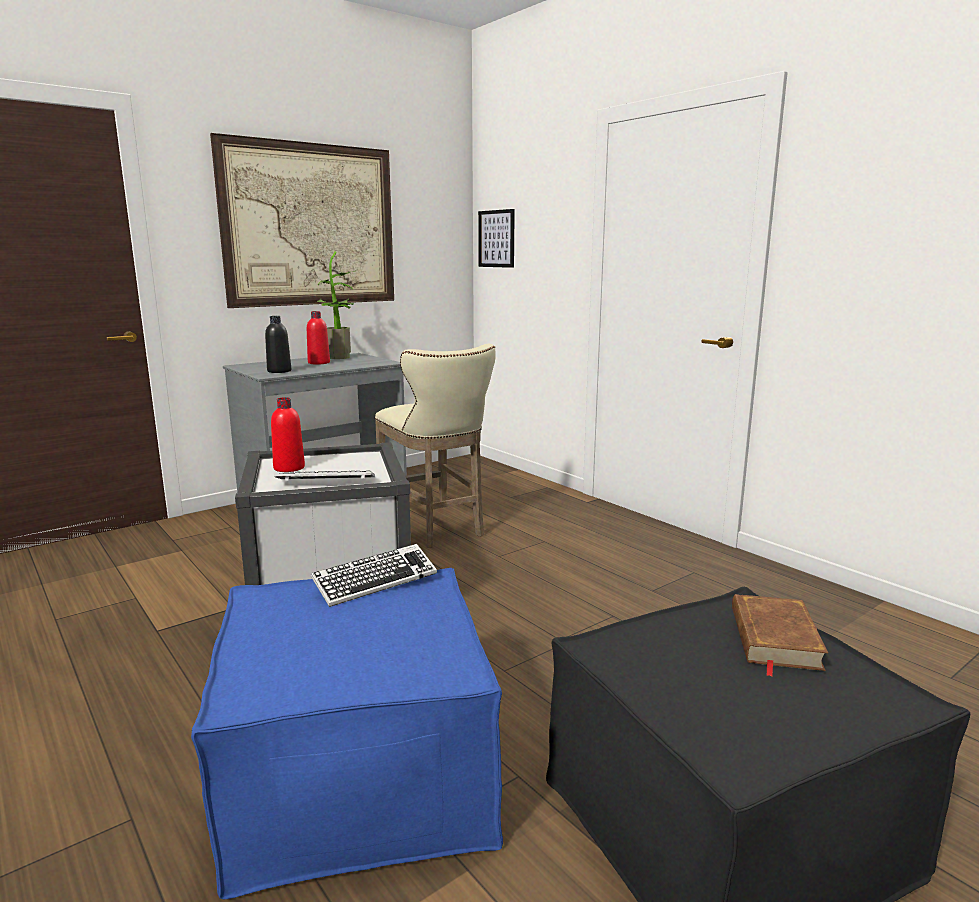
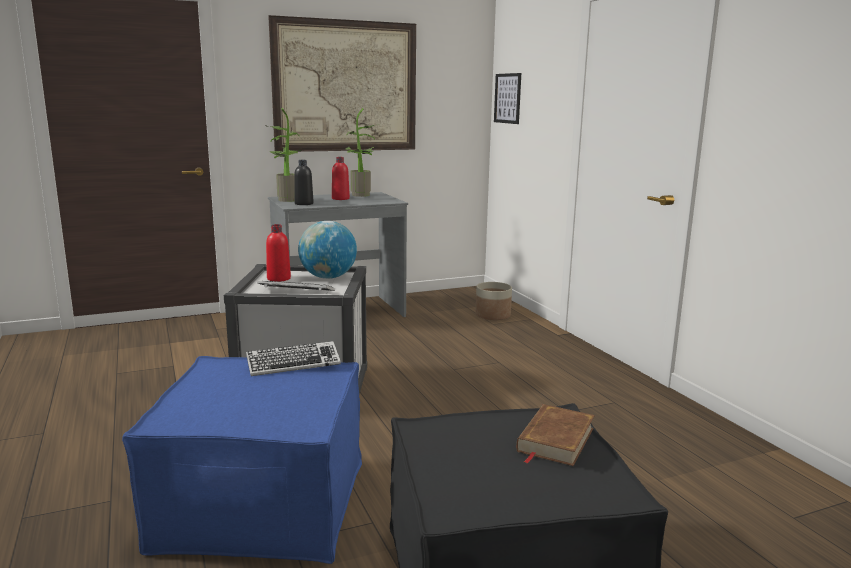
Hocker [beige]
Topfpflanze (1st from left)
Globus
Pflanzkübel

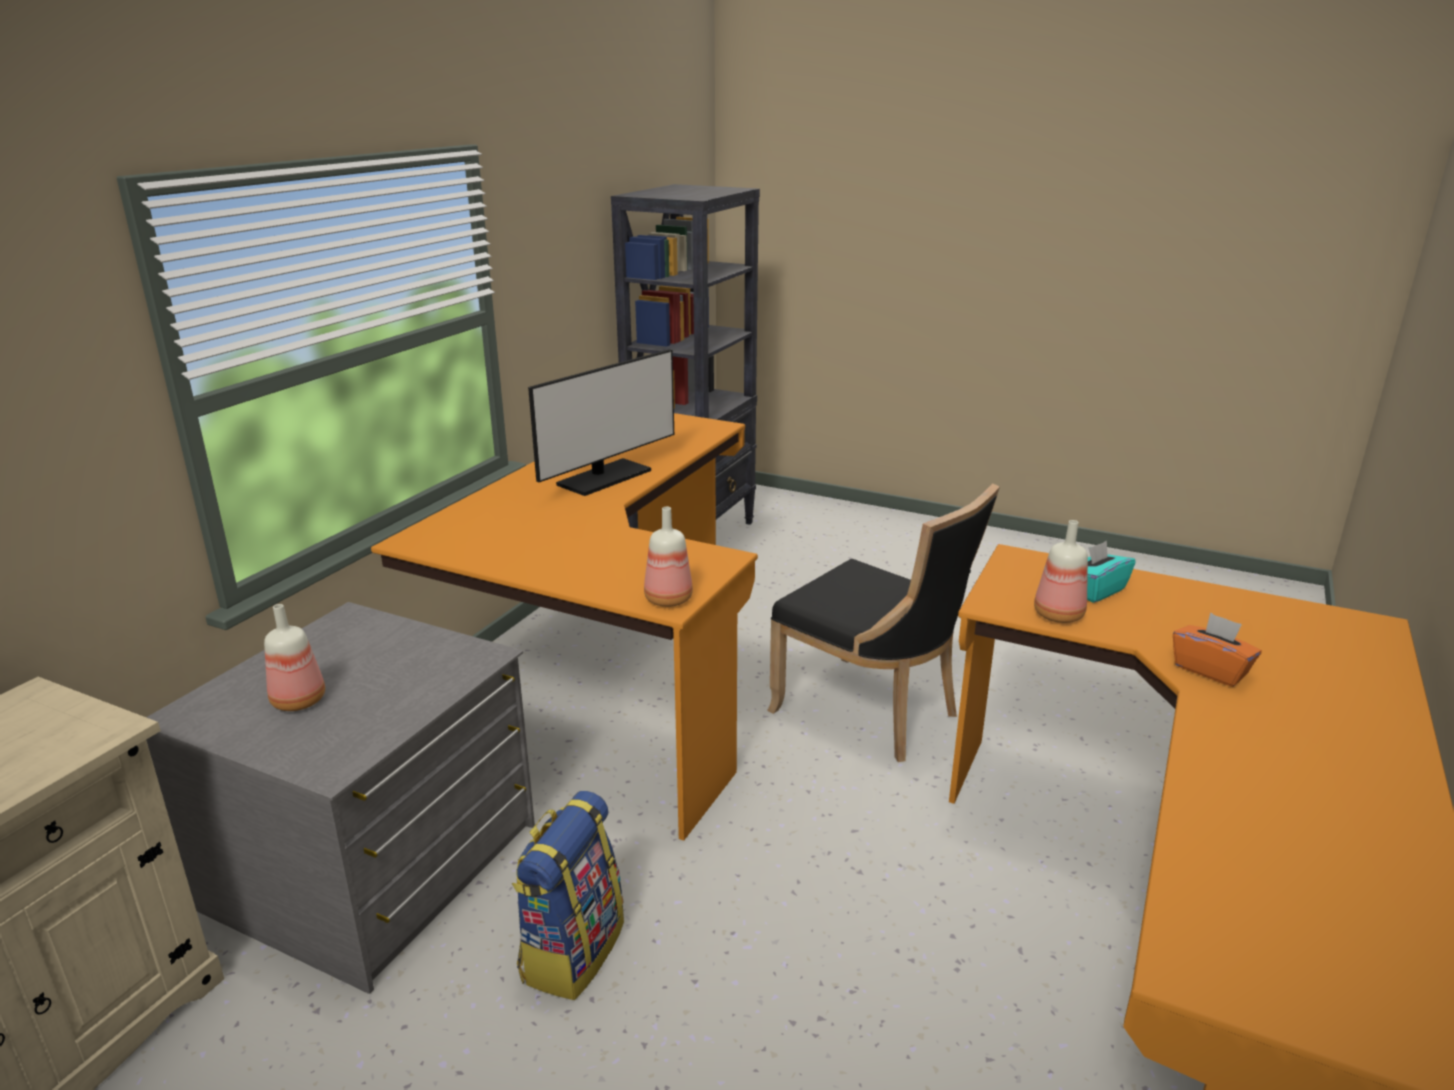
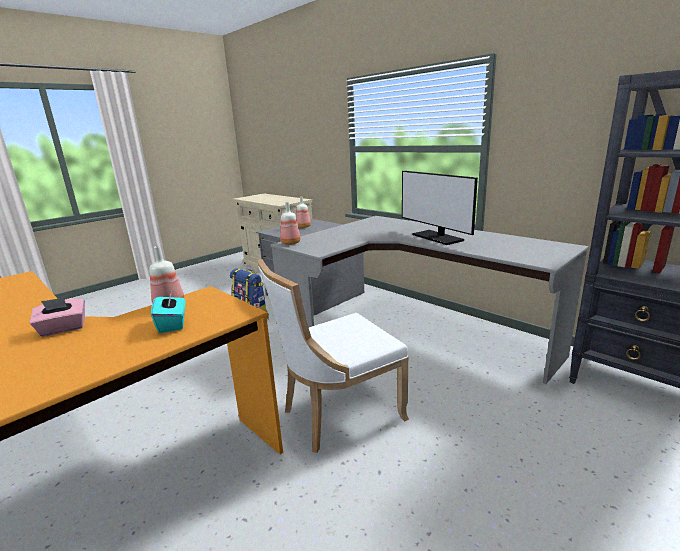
Schreibtisch [grau]
Stuhl [weiß]
Taschentuchbox [rosa]

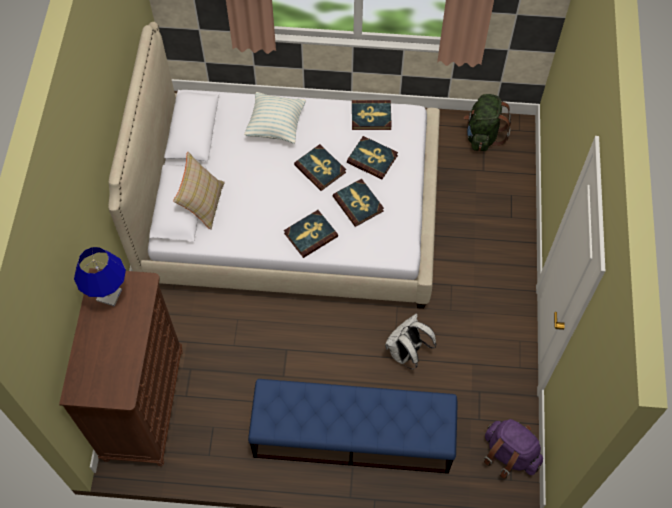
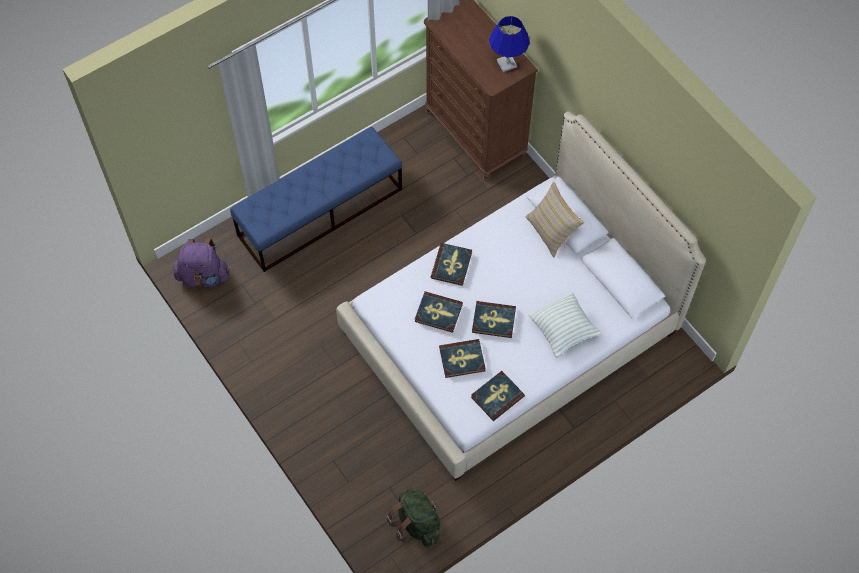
Rucksack [weiß]

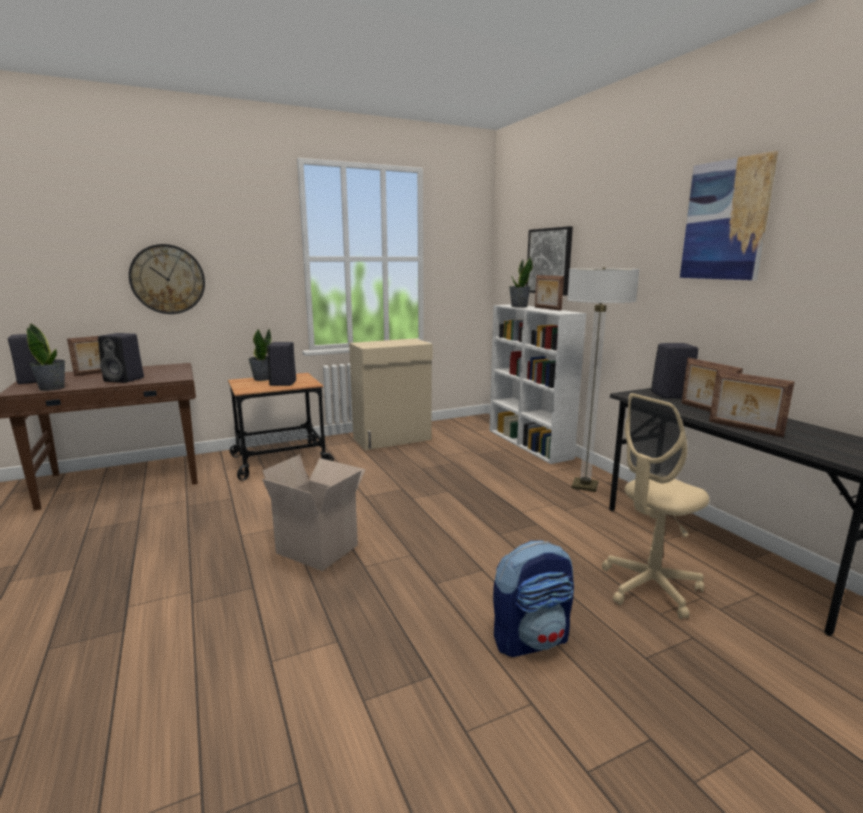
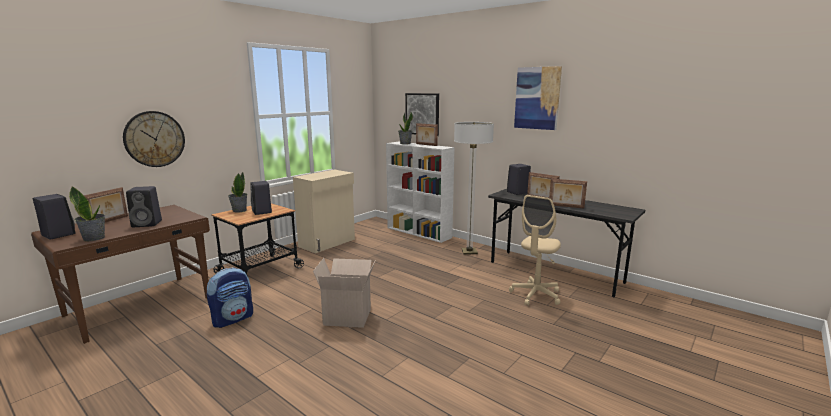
Rucksack

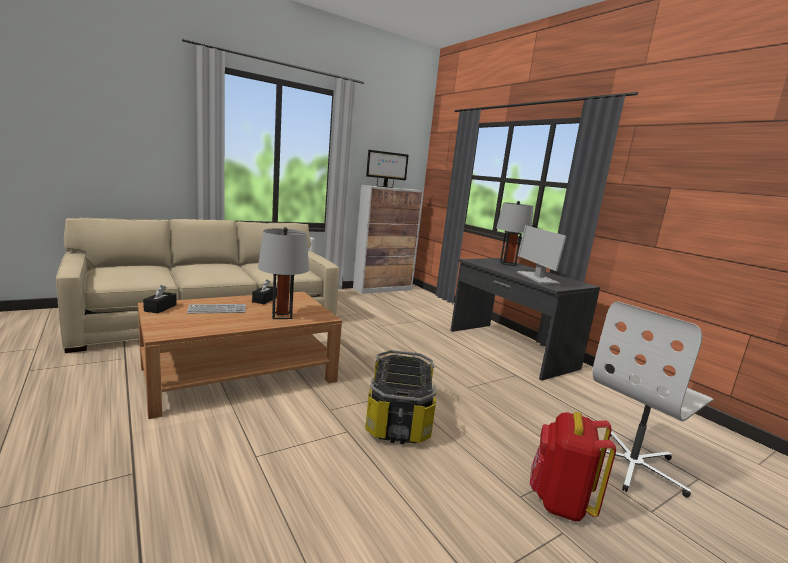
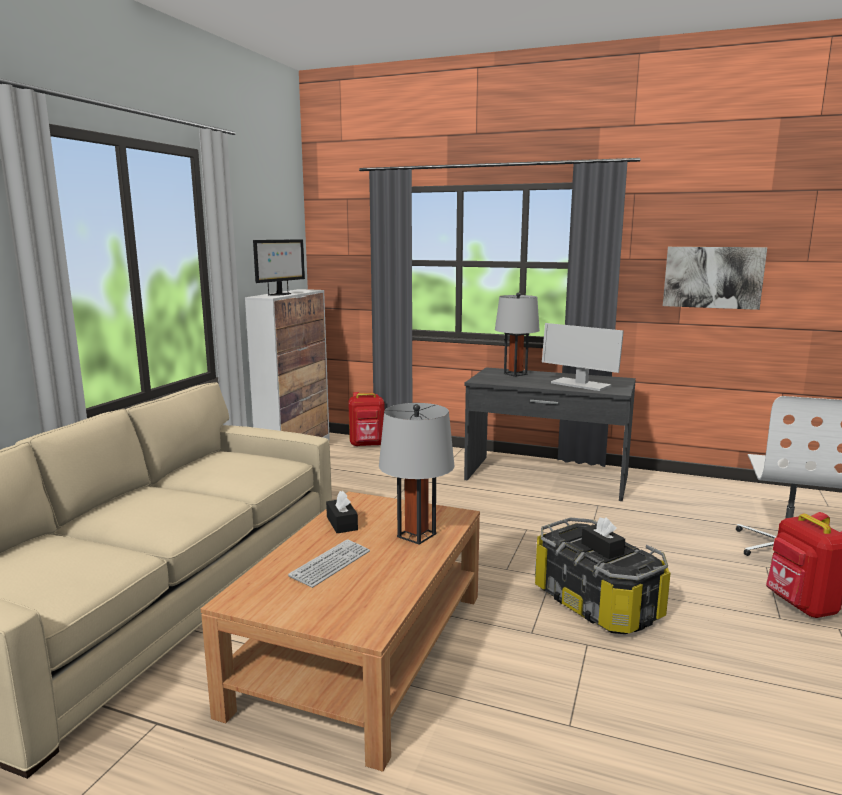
Rucksack [rot] (1st from left)
Bild
Taschentuchbox [schwarz] (2nd from left)

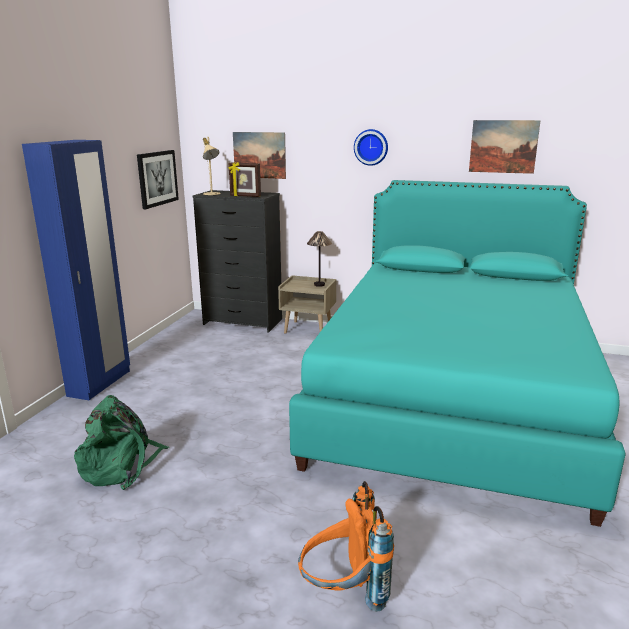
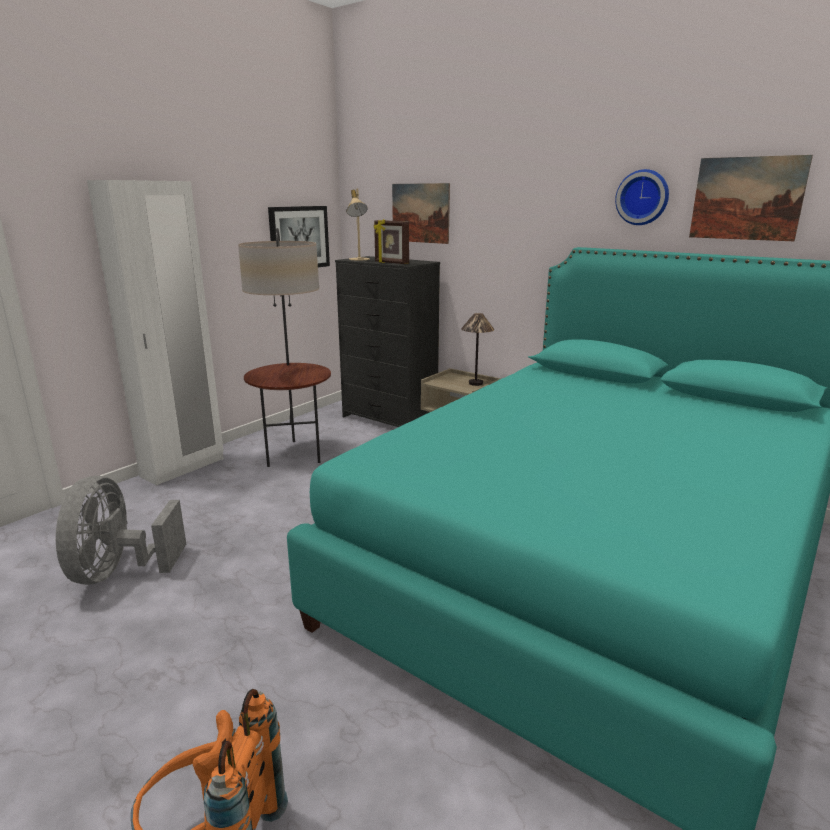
Stehlampe
Wanduhr
Ventilator [grau]
Kleiderschrank [weiß]

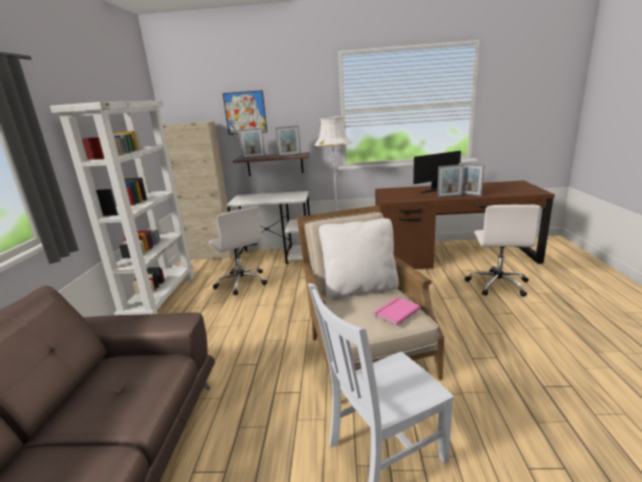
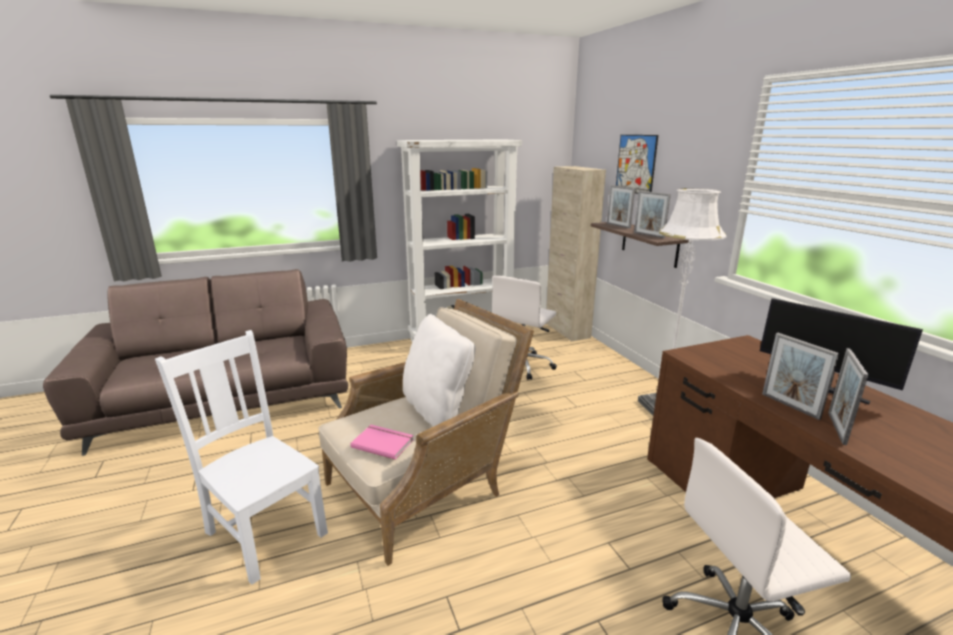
Schreibtisch [weiß]

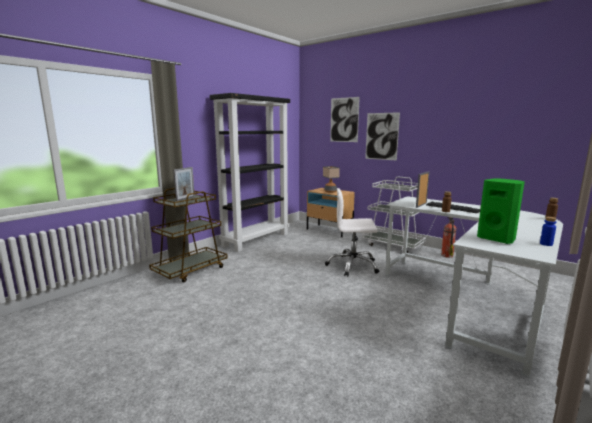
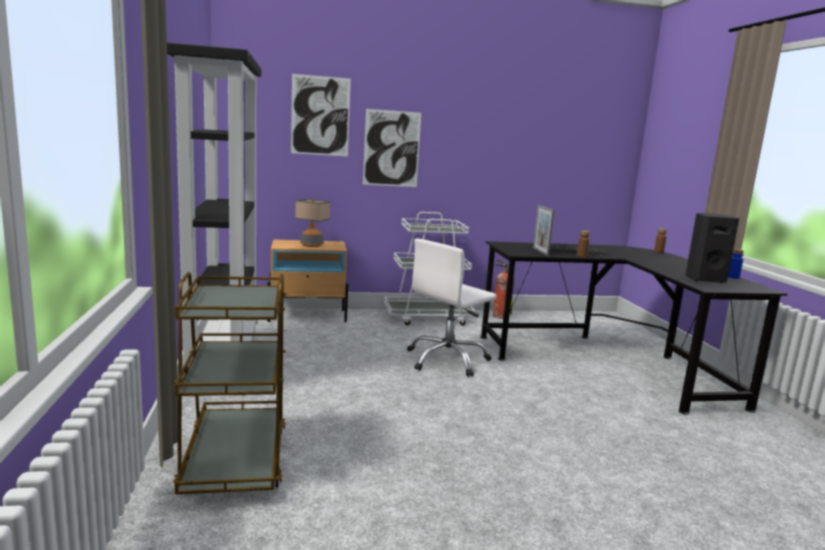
Bilderrahmen (1st from left in the first image)
Schreibtisch [schwarz]
Lautsprecher [schwarz]

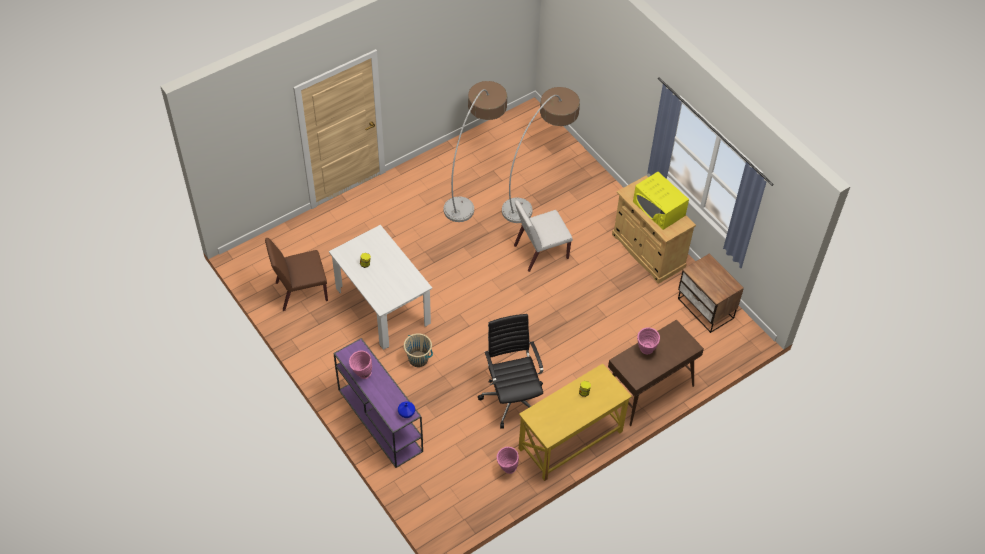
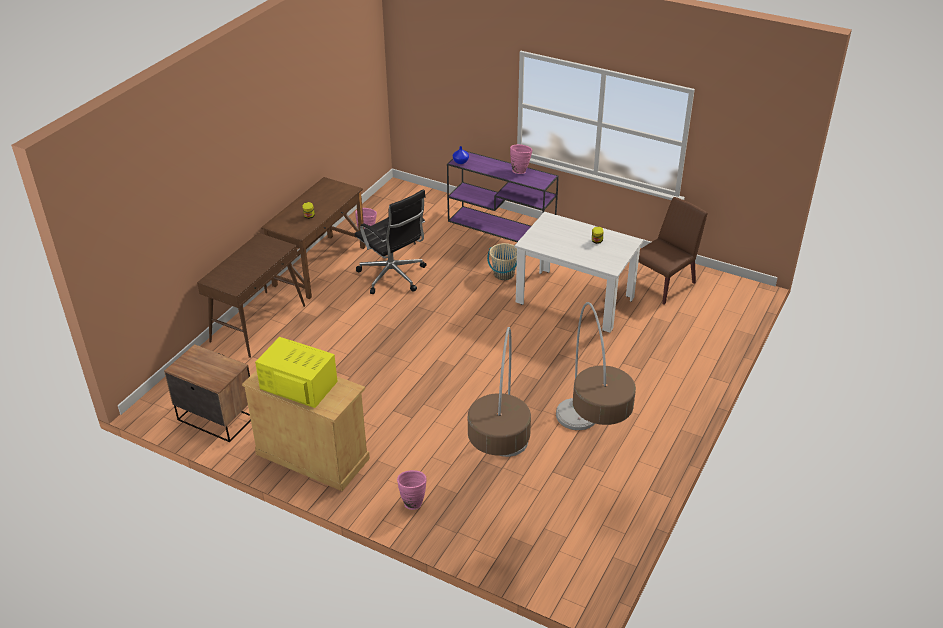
Stuhl [weiß]
Vase [rosa] (2nd from left)
Schreibtisch [braun]

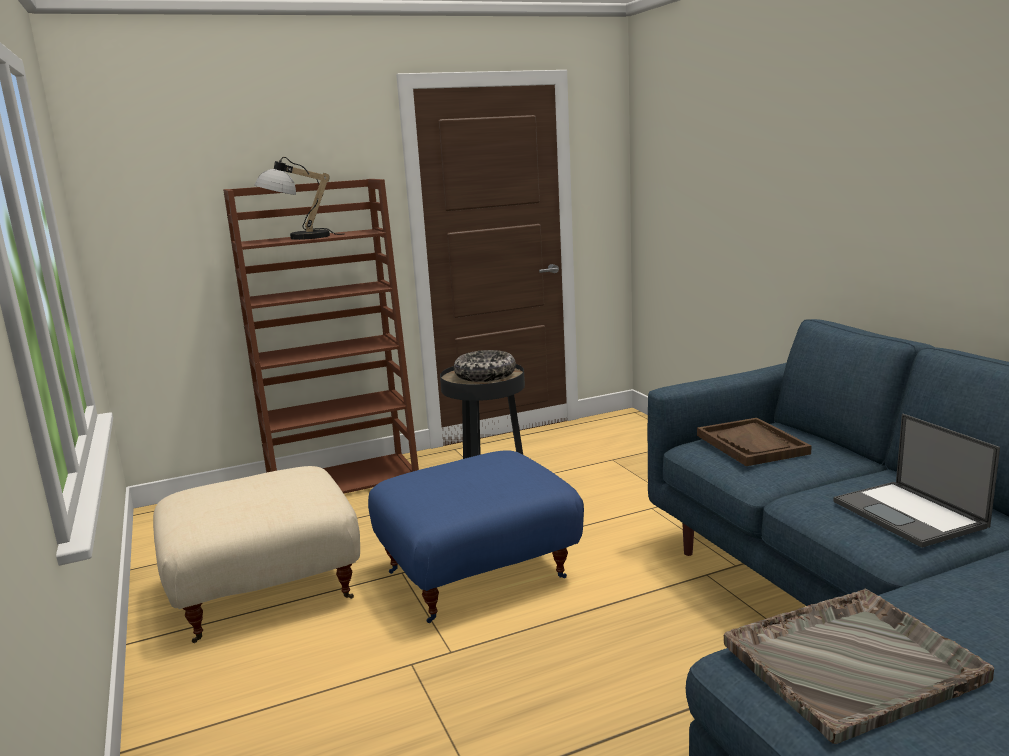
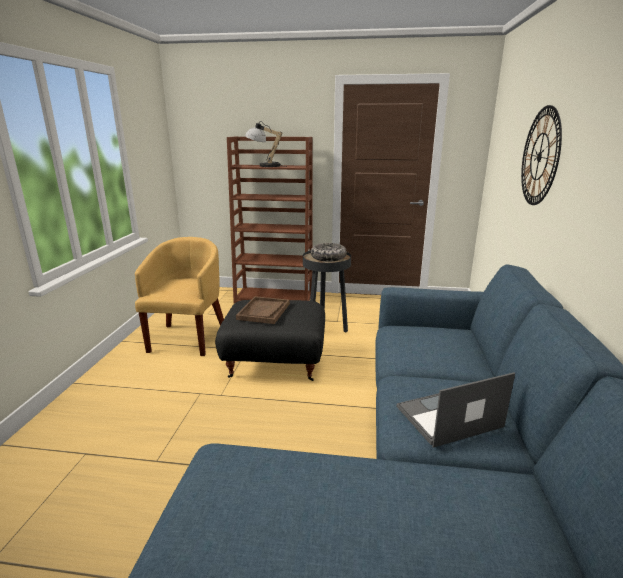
Tablett [grau]
Wanduhr
Tablett [braun]
Sessel [gelb]
Polsterhocker [schwarz]
Laptop

